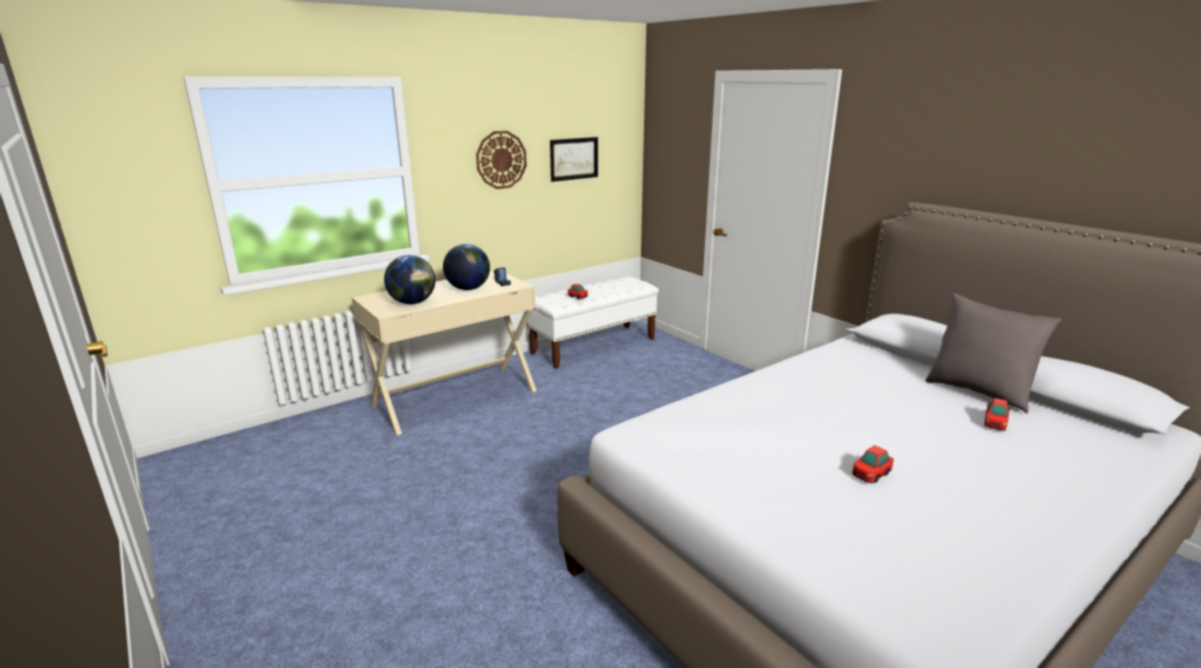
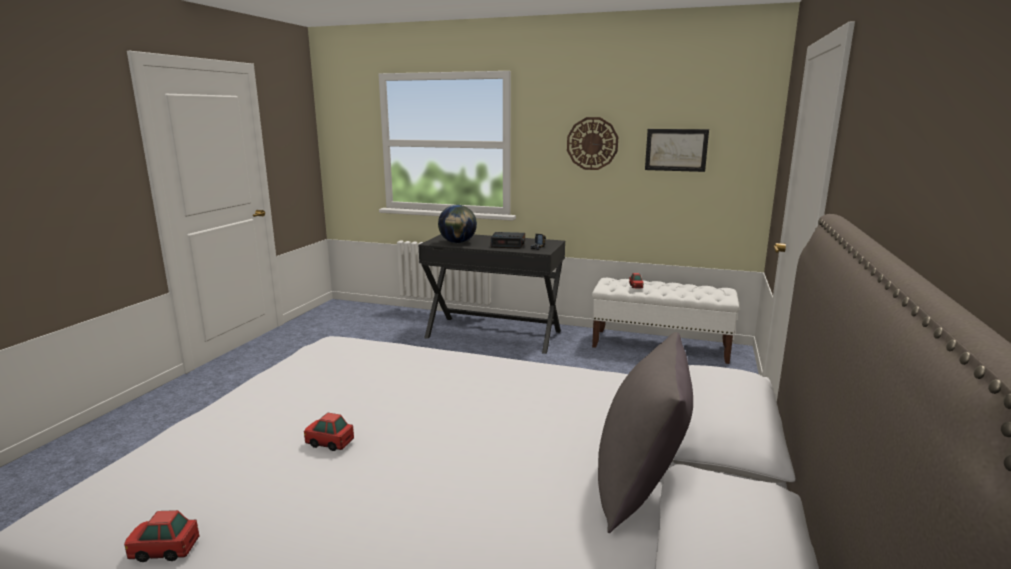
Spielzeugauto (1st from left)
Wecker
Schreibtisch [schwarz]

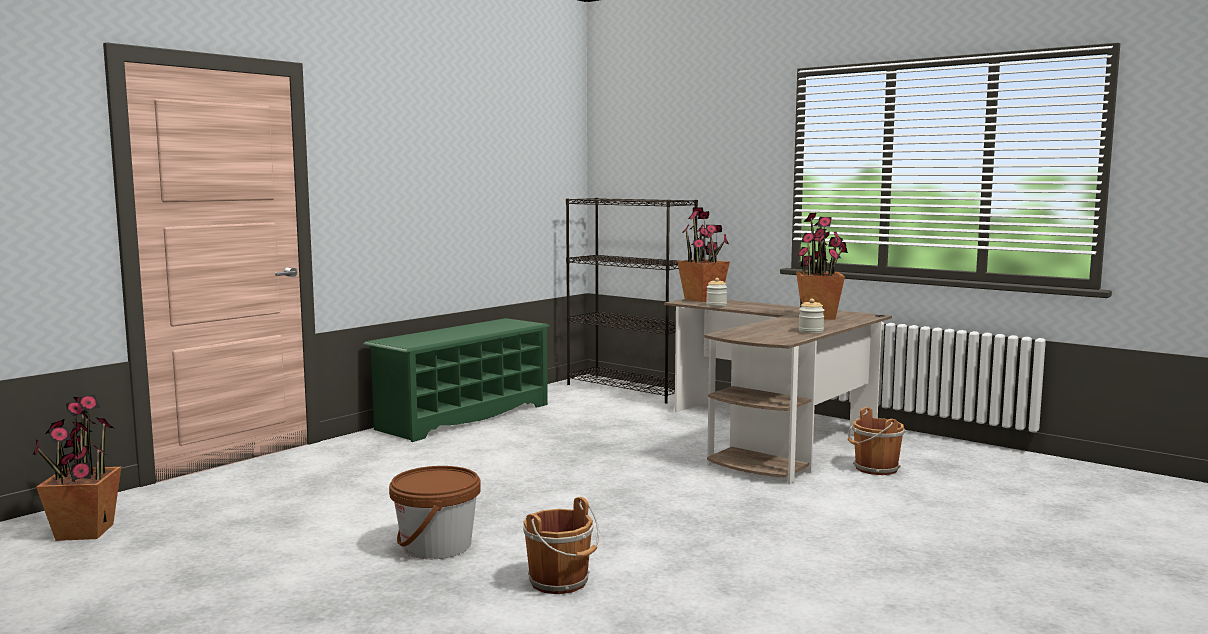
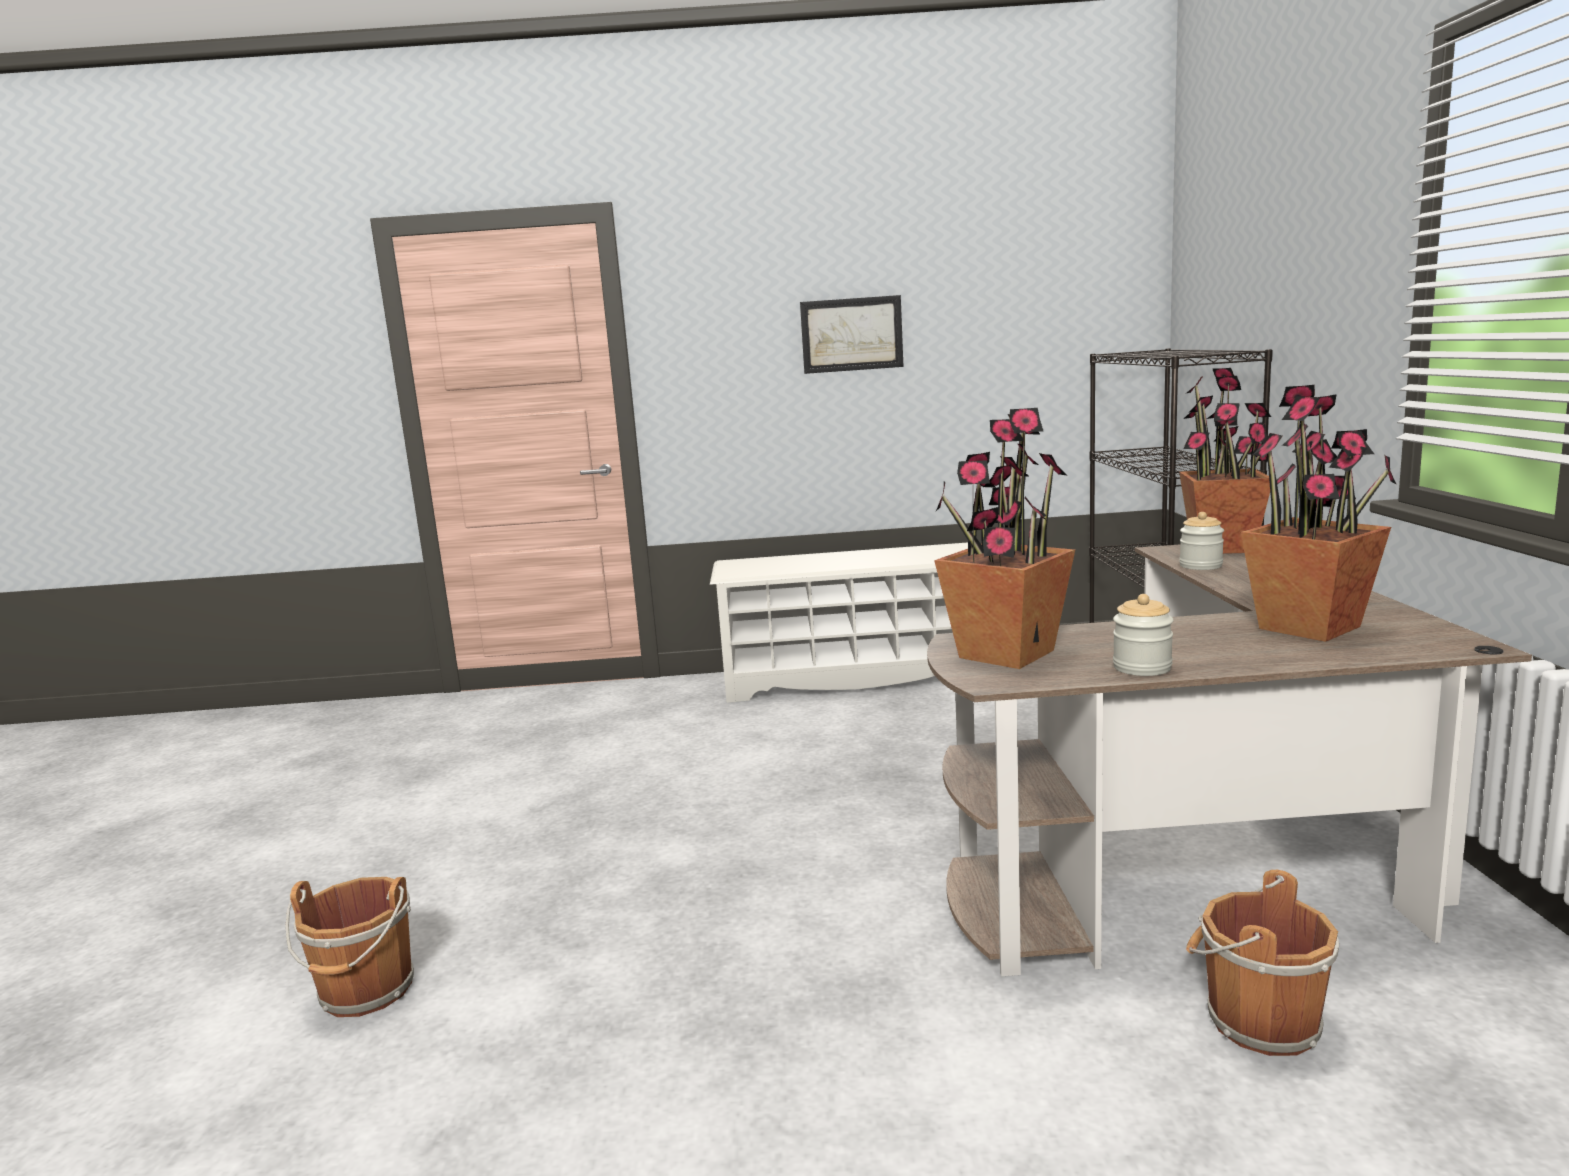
Eimer [braun] (1st from left in the first image)
Bild
Topfpflanze (1st from left)
Schuhregal [weiß]

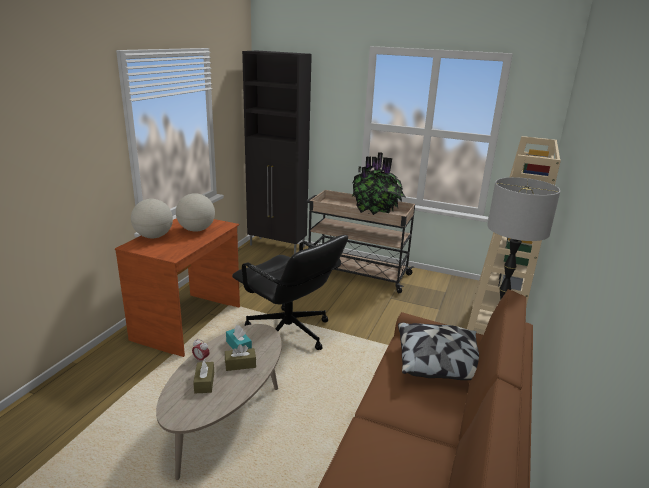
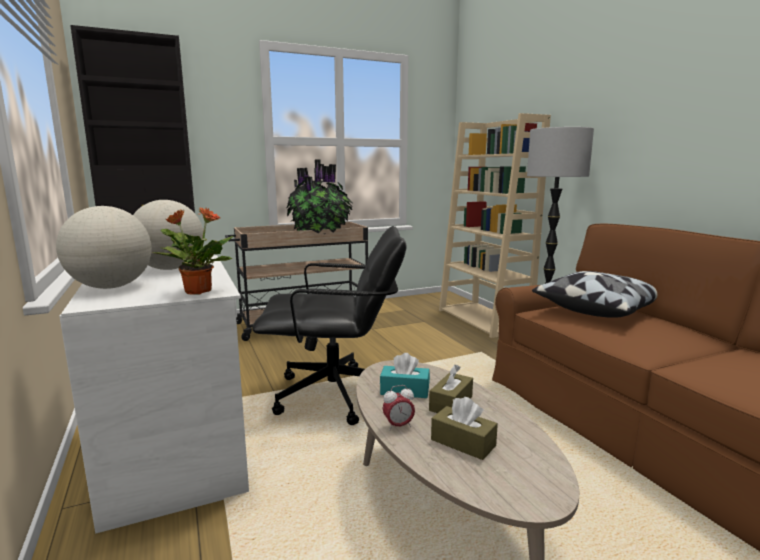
Topfpflanze (1st from left)
Schreibtisch [weiß]

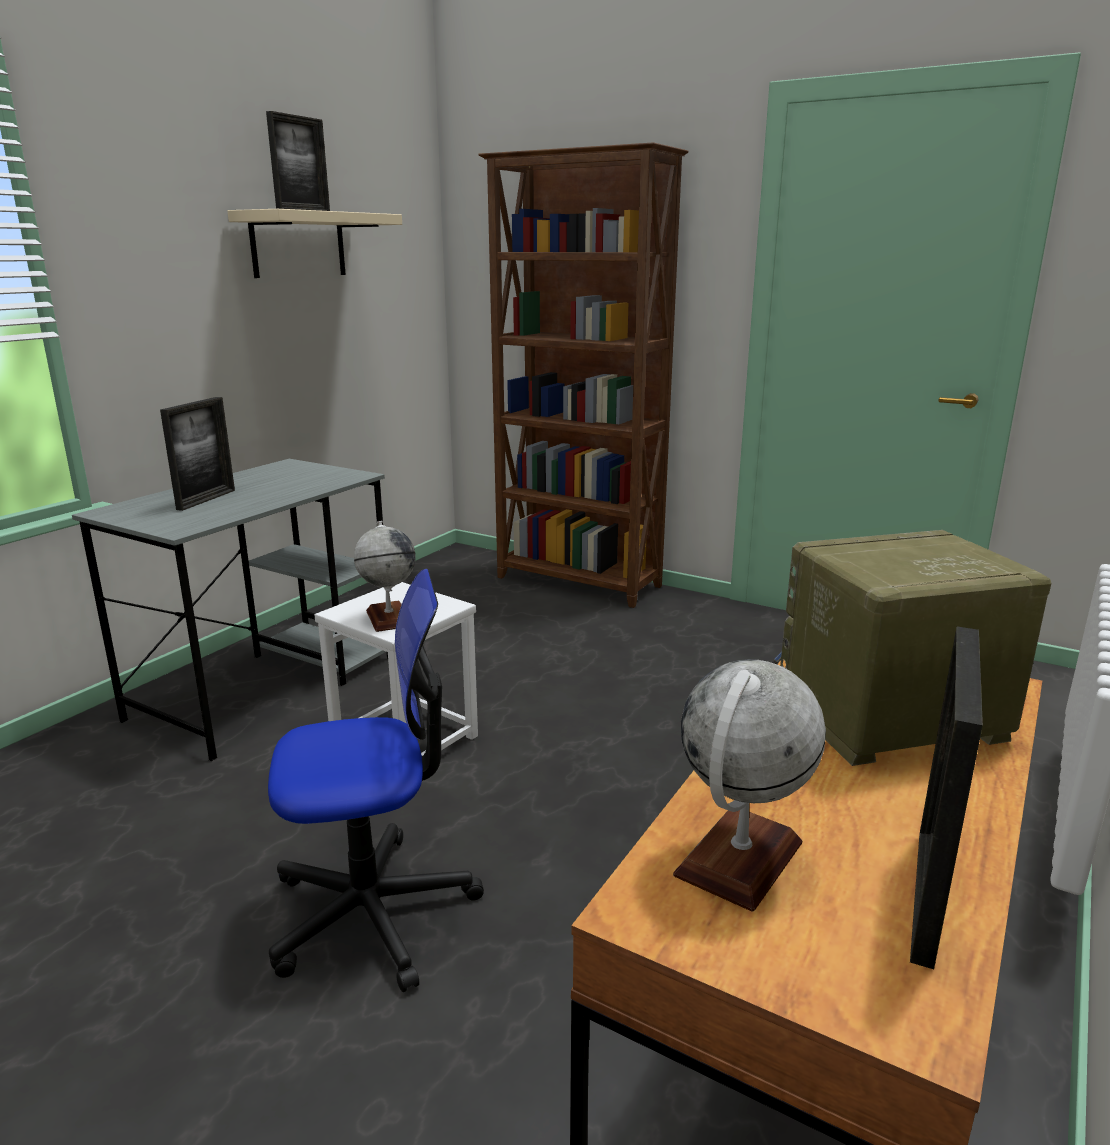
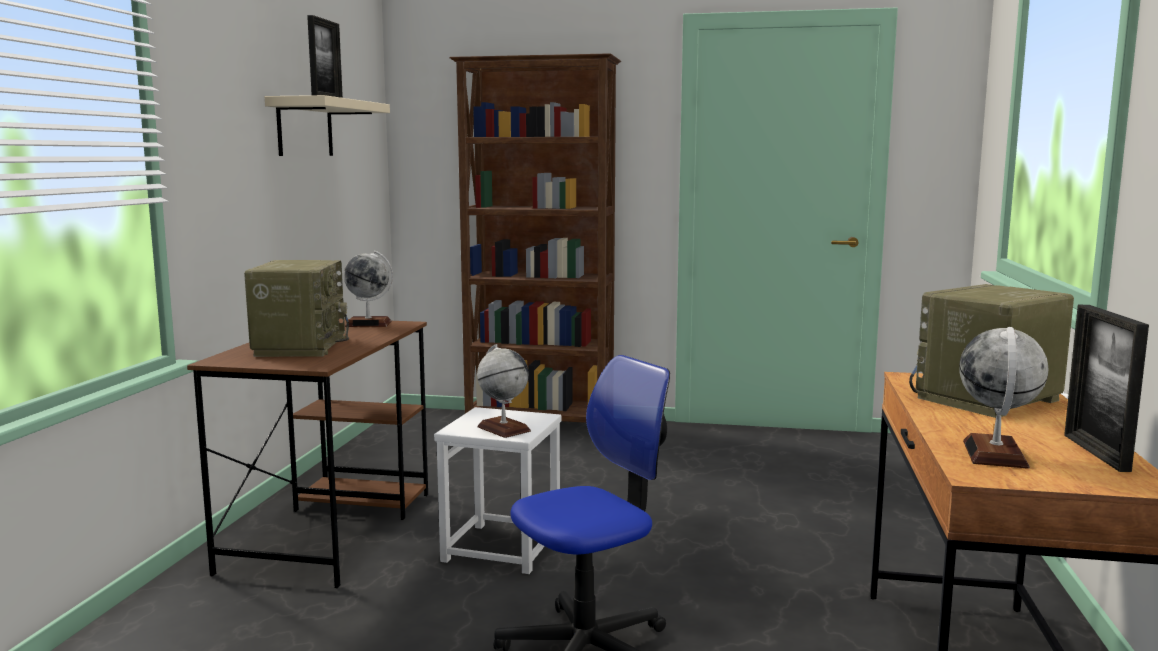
Globus (1st from left)
Radio (1st from left)
Schreibtisch [braun] (1st from left)

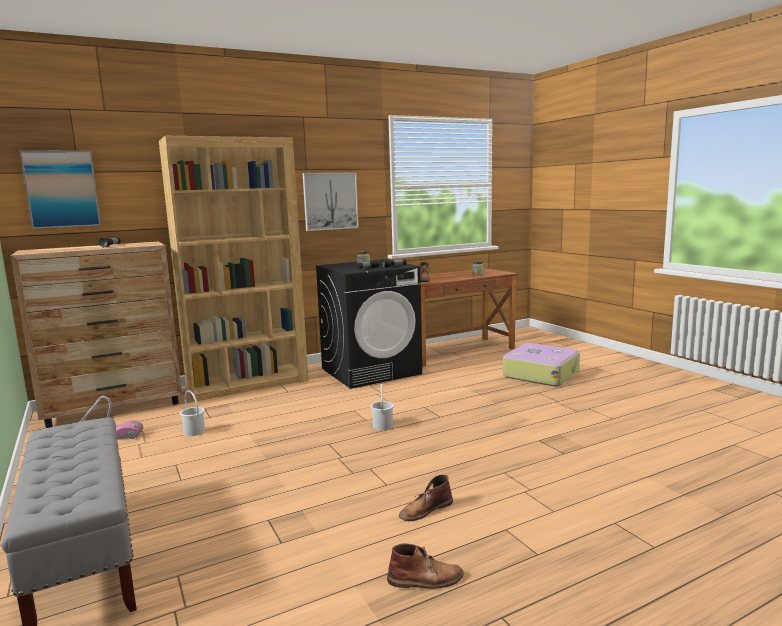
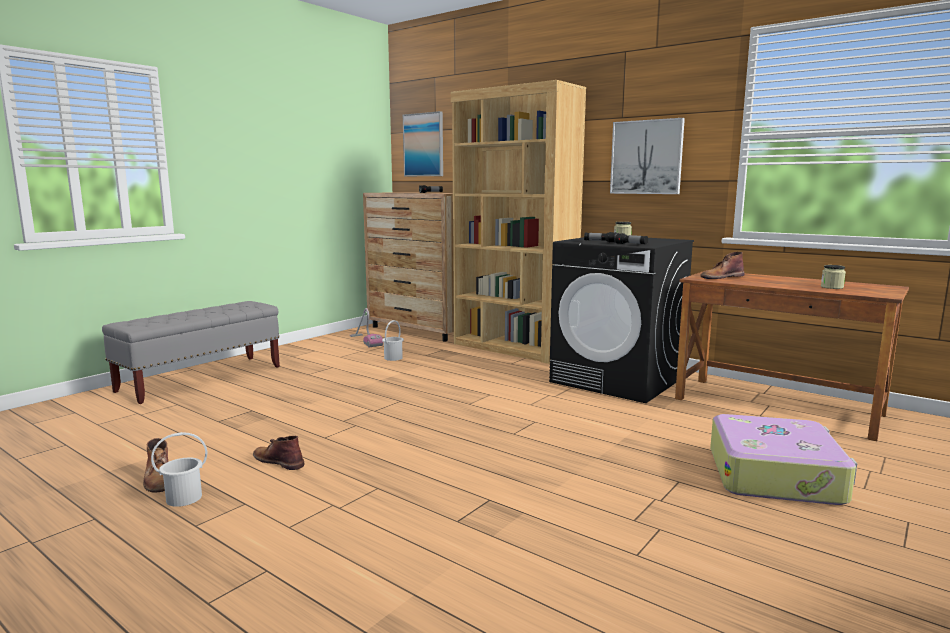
Eimer [weiß] (1st from left)

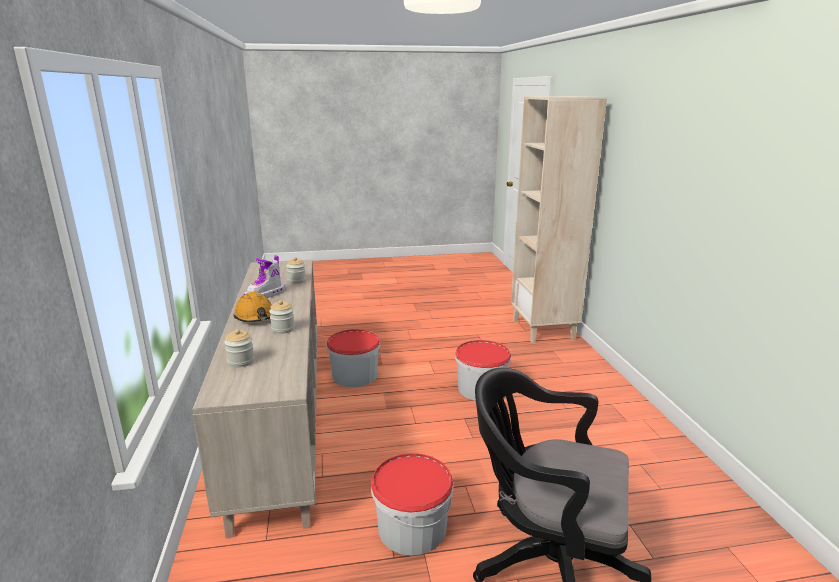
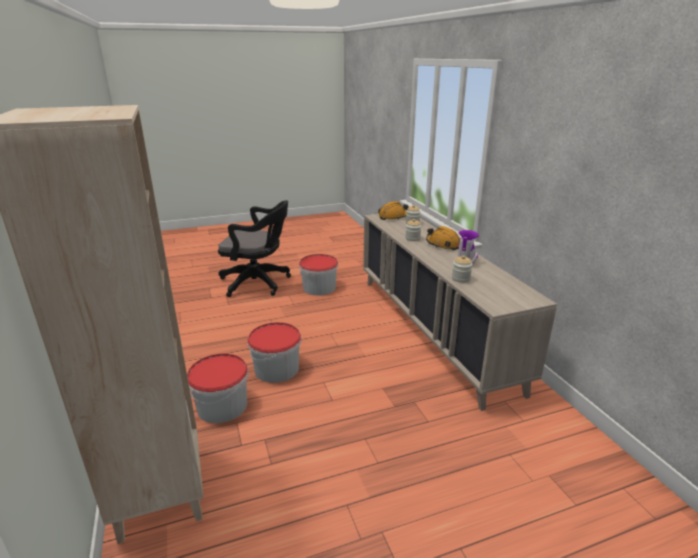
Schutzhelm [orange] (1st from left)
Eimer (1st from left)

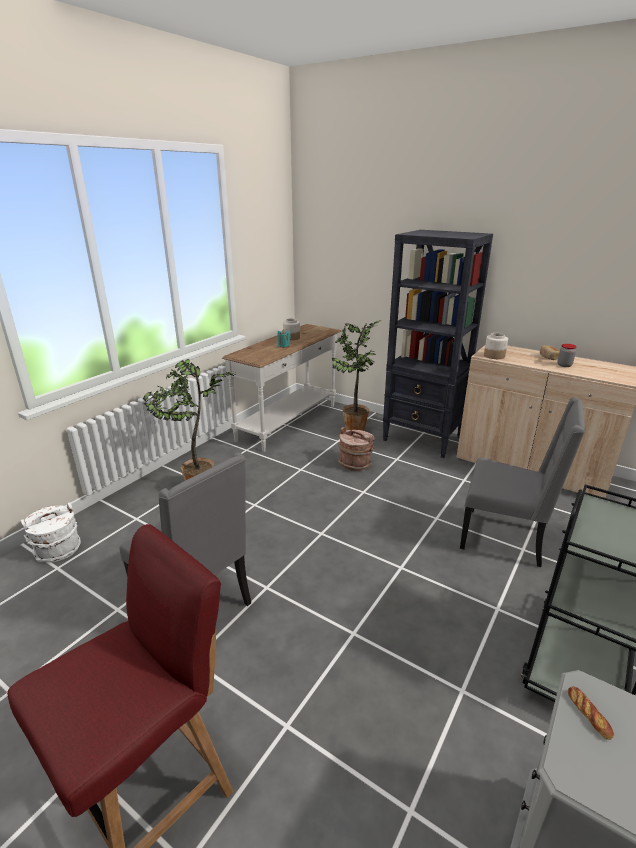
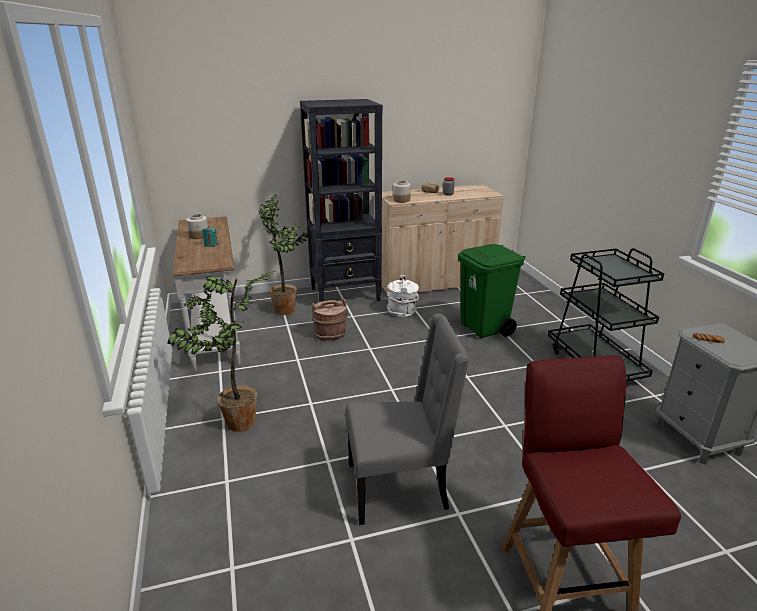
Eimer [weiß]
Mülleimer [grün]

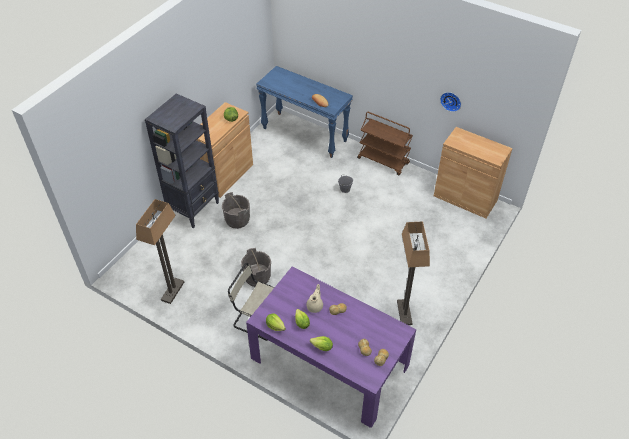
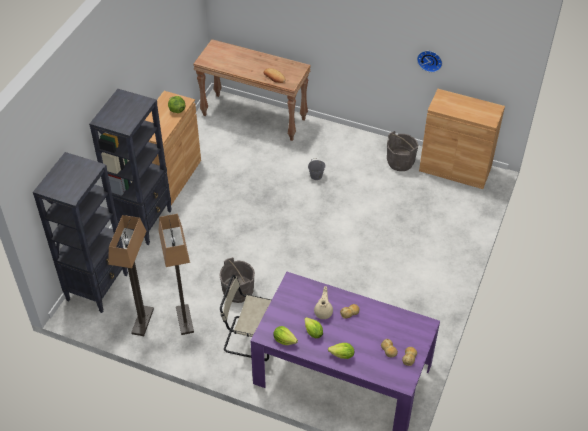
Rollwagen [braun]
Bücherregal [schwarz] (1st from left)
Eimer [grau] (3rd from left)
Stehlampe (2nd from left)
Konsolentisch [braun]

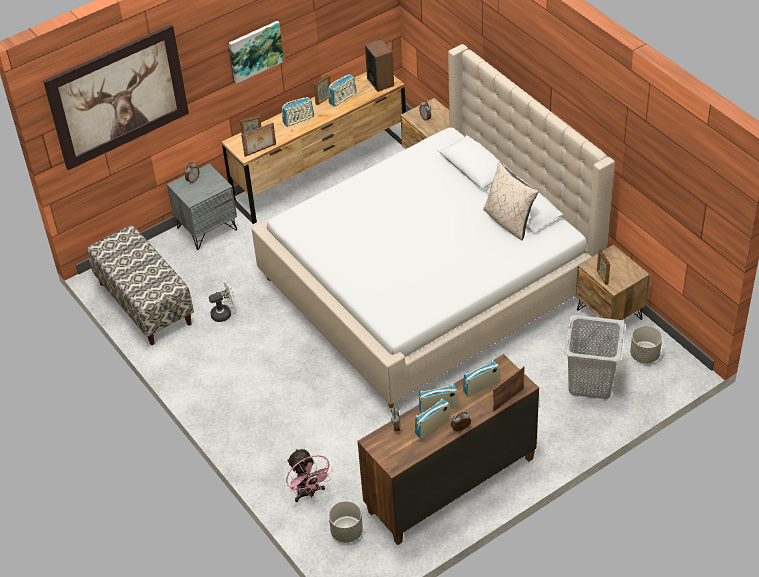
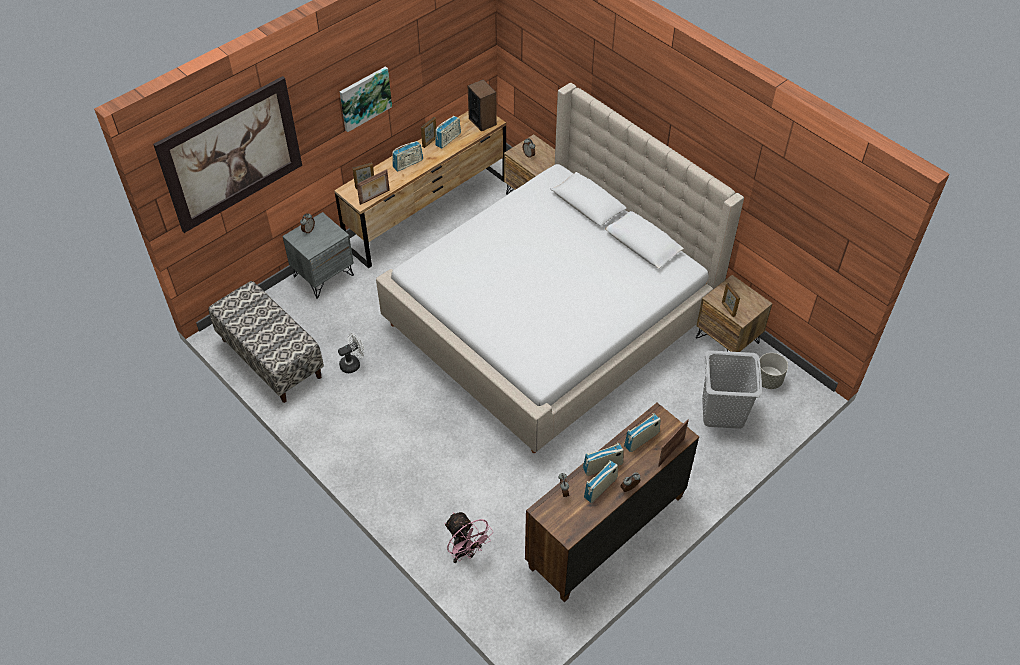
Pflanzkübel [grau] (1st from left in the first image)
Kissen [beige]

